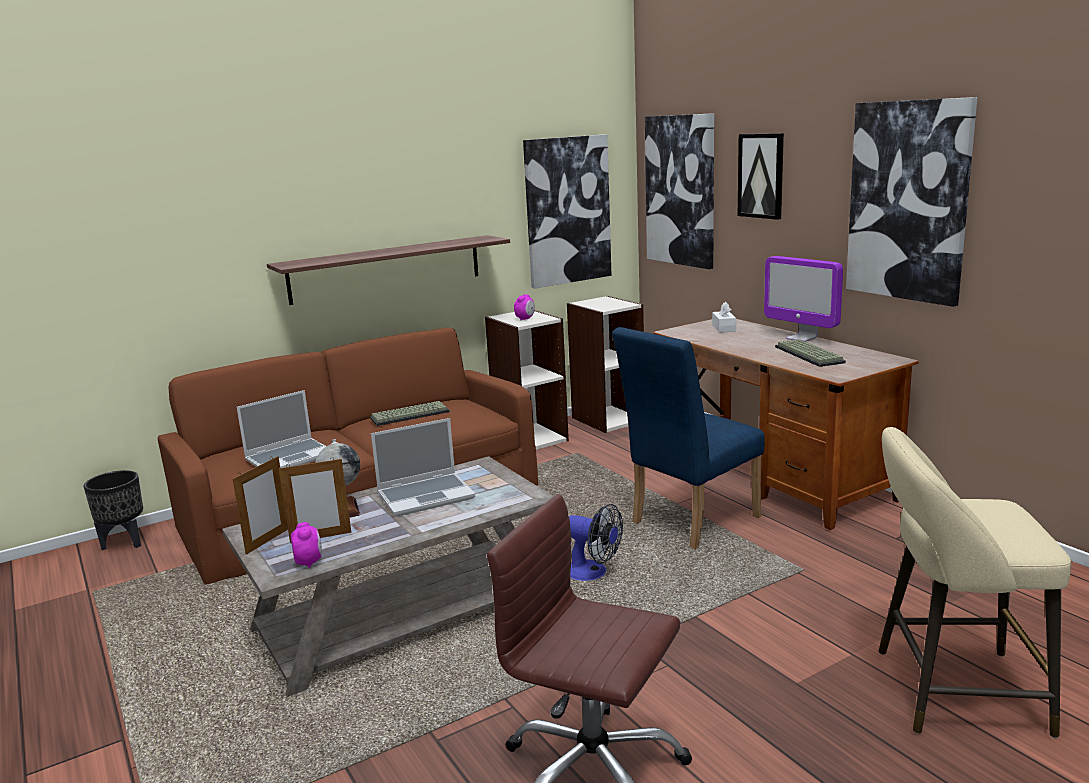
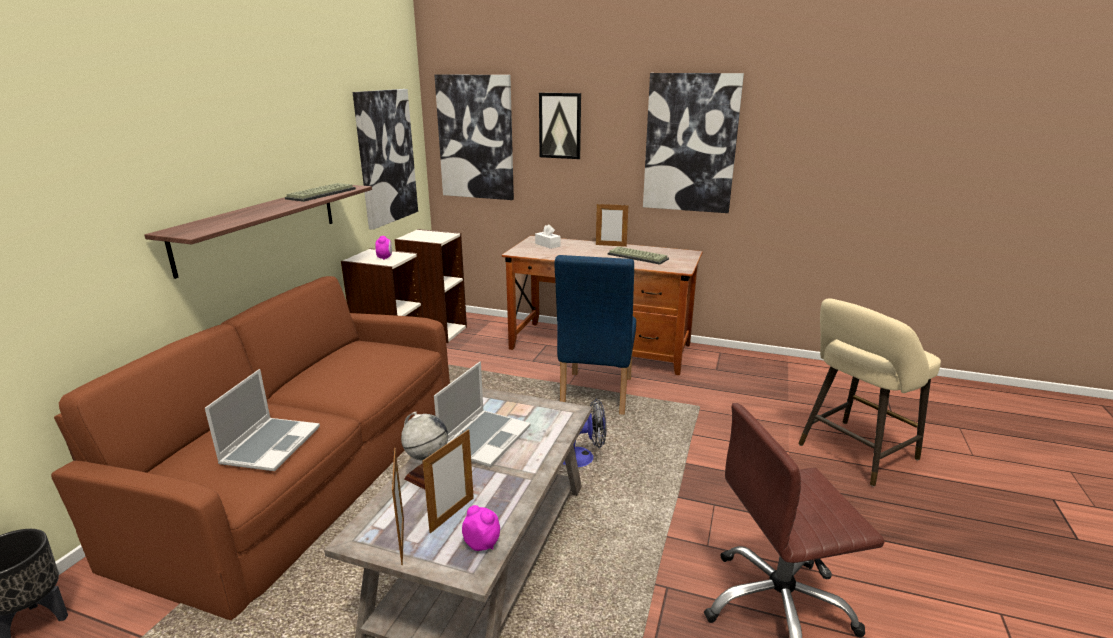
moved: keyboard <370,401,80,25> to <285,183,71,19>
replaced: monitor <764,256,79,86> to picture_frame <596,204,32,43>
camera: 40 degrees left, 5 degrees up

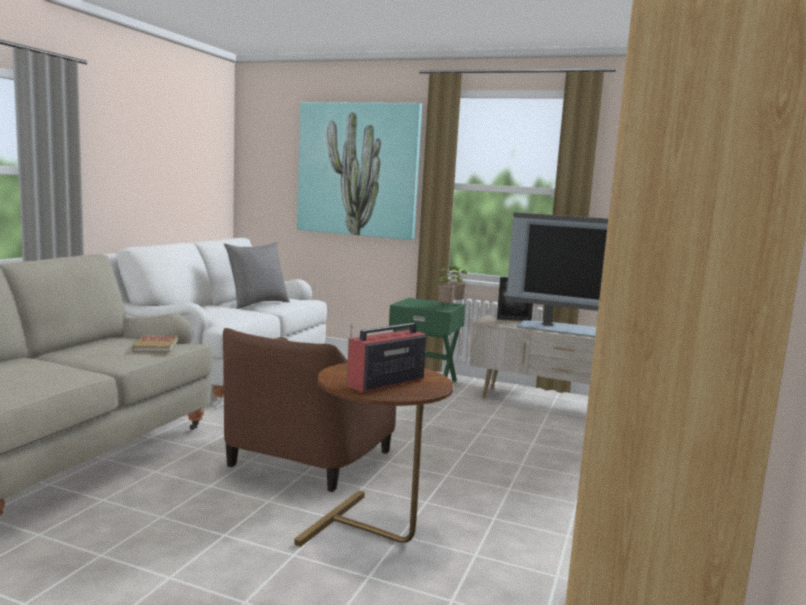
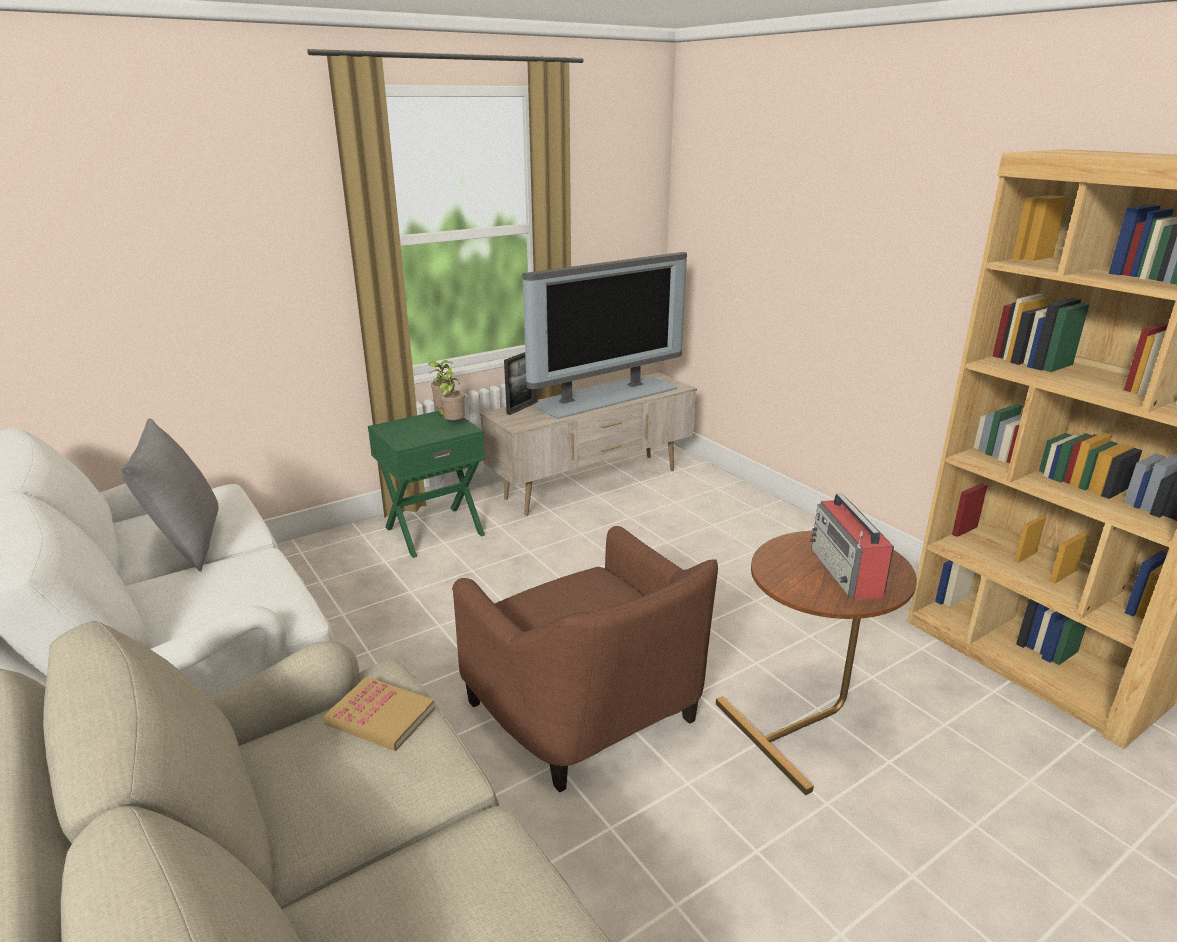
removed: picture <297,102,125,138>
camera: 55 degrees left, 15 degrees up

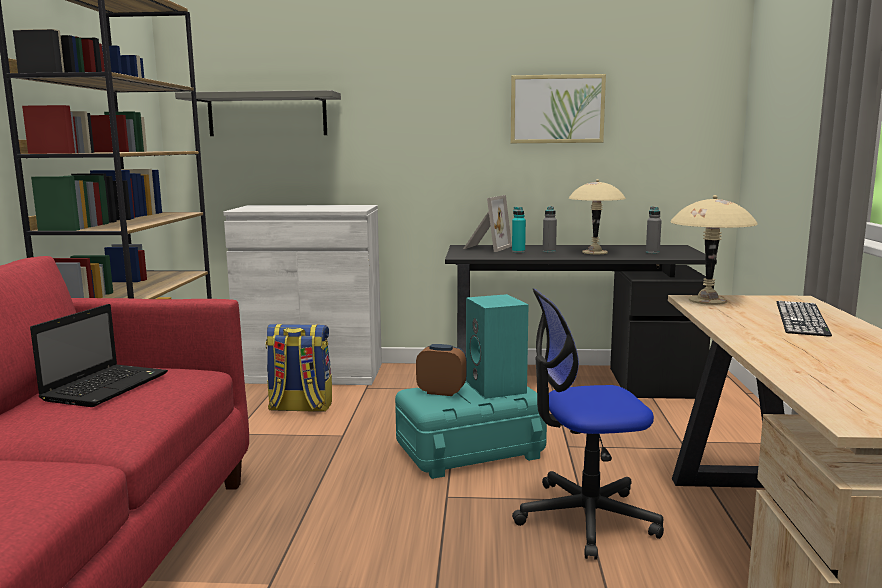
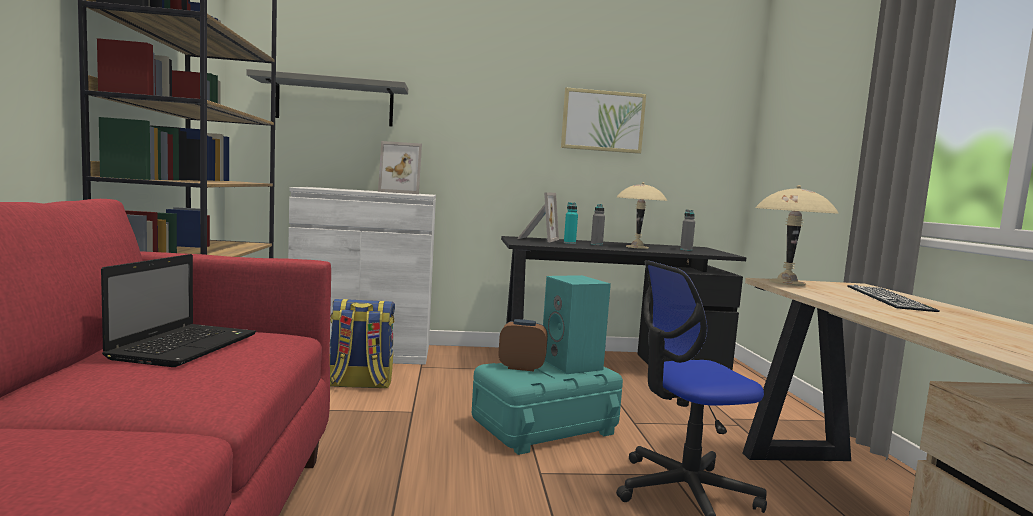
added: picture_frame <378,141,44,53>
camera: 10 degrees left, 5 degrees down

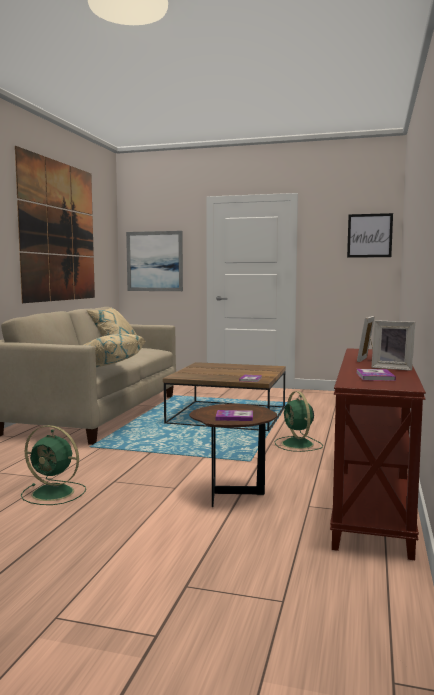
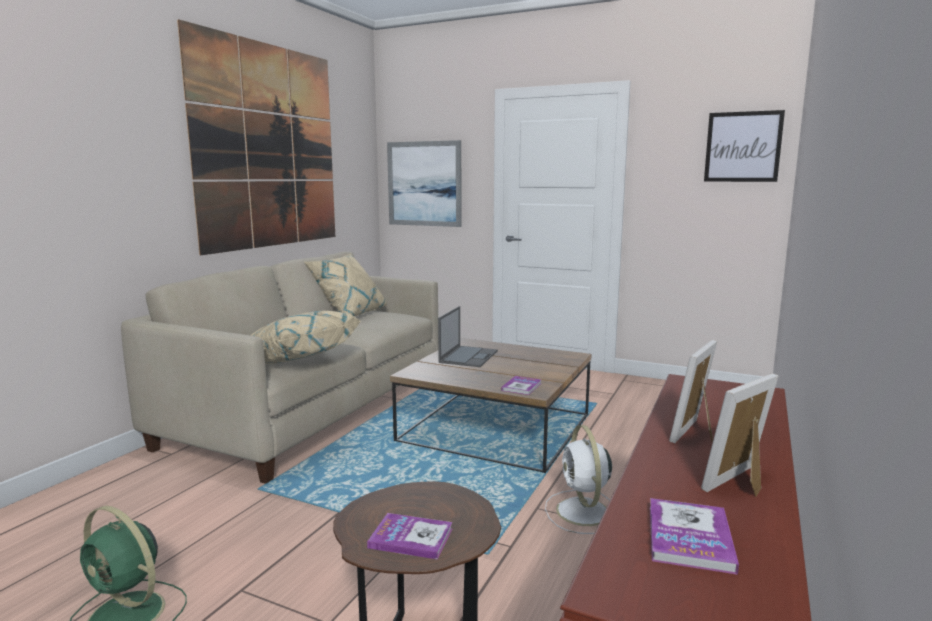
added: laptop <438,306,60,61>
recoloured: green_fan <275,391,48,61> to white_fan <545,425,67,109>
turned: picture_frame <371,320,44,51> = <701,373,77,124> 105 degrees clockwise
camera: 10 degrees right, 5 degrees up

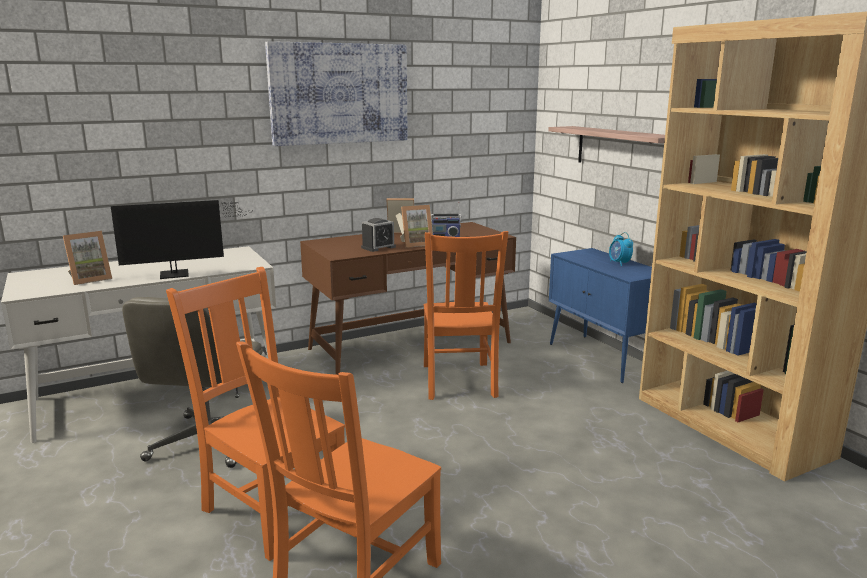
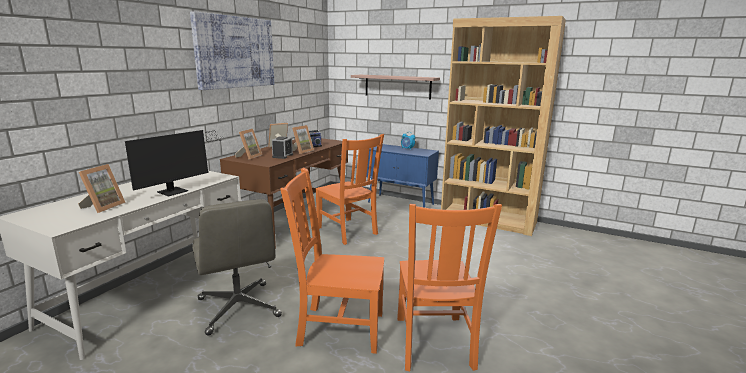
added: picture_frame <235,129,27,30>
camera: 35 degrees left, 0 degrees up

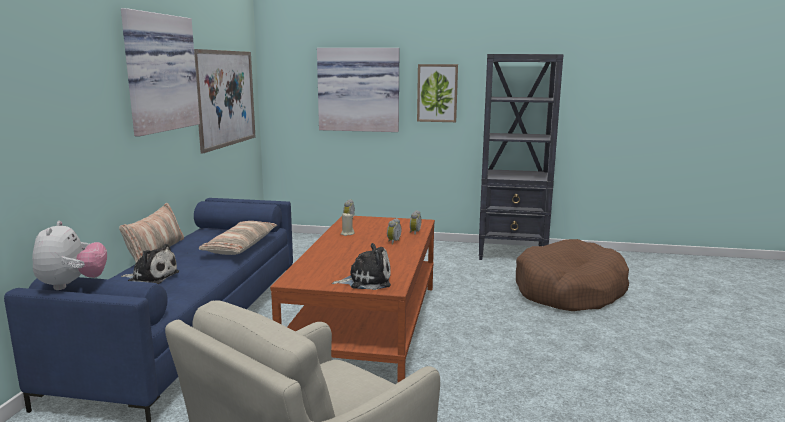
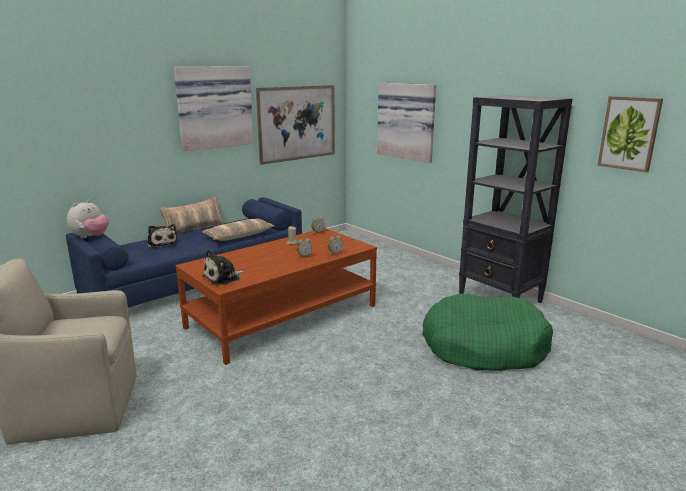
moved: picture <417,64,41,58> to <598,96,65,77>
recoloured: brown_dog_bed <516,239,113,72> to green_dog_bed <422,294,131,77>
turned: plush_toy <332,243,59,47> = <202,249,43,36> 105 degrees clockwise
camera: 40 degrees right, 5 degrees up

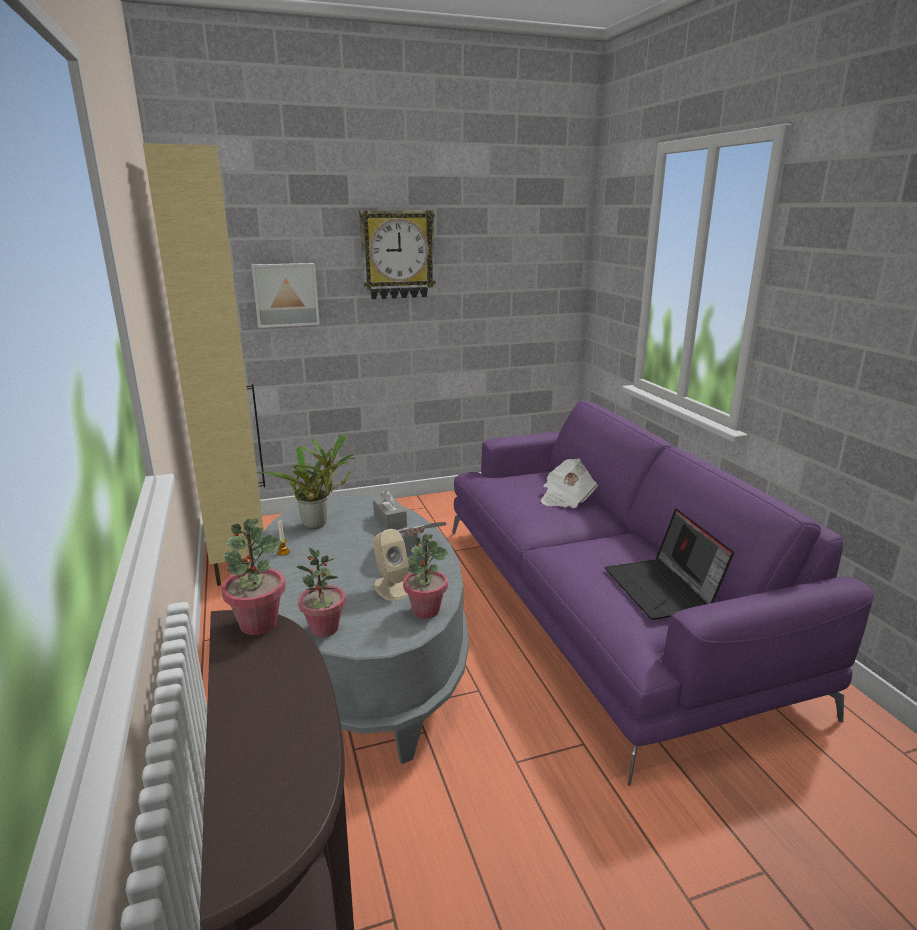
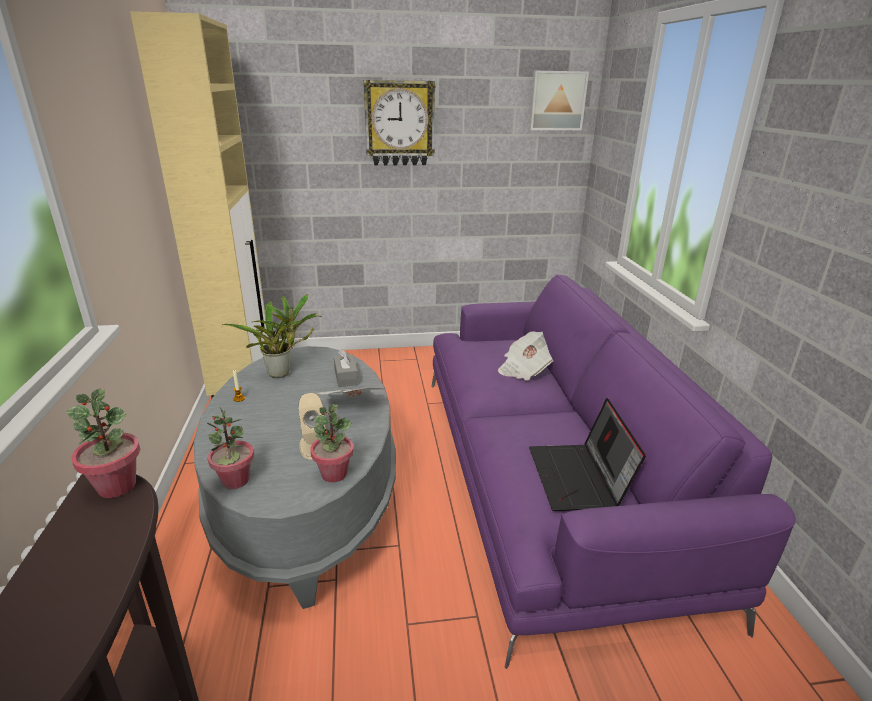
moved: picture <251,263,69,65> to <529,71,60,59>
camera: 10 degrees right, 5 degrees up

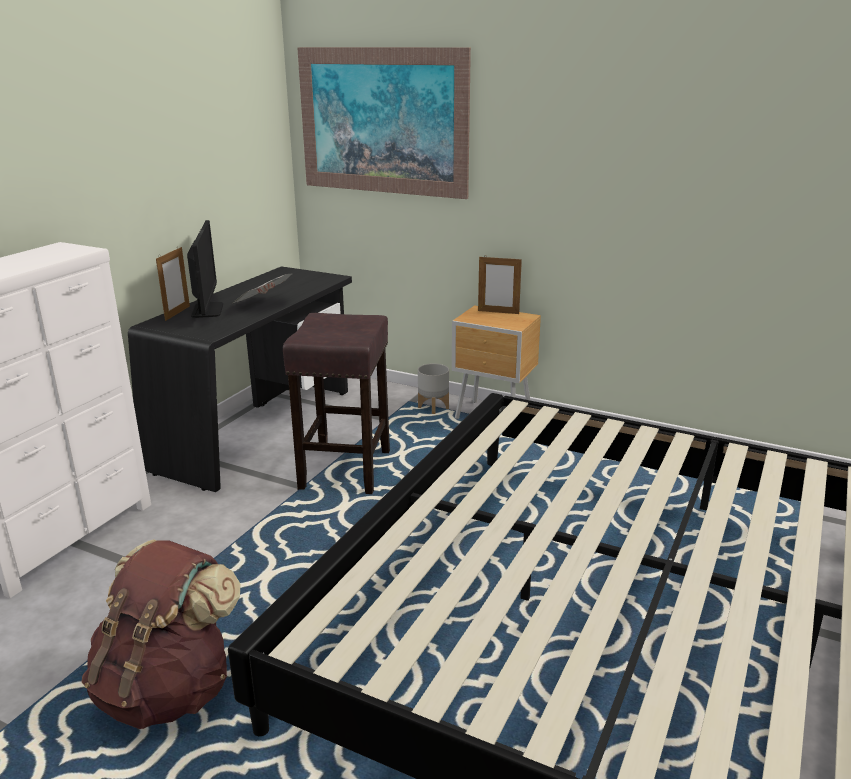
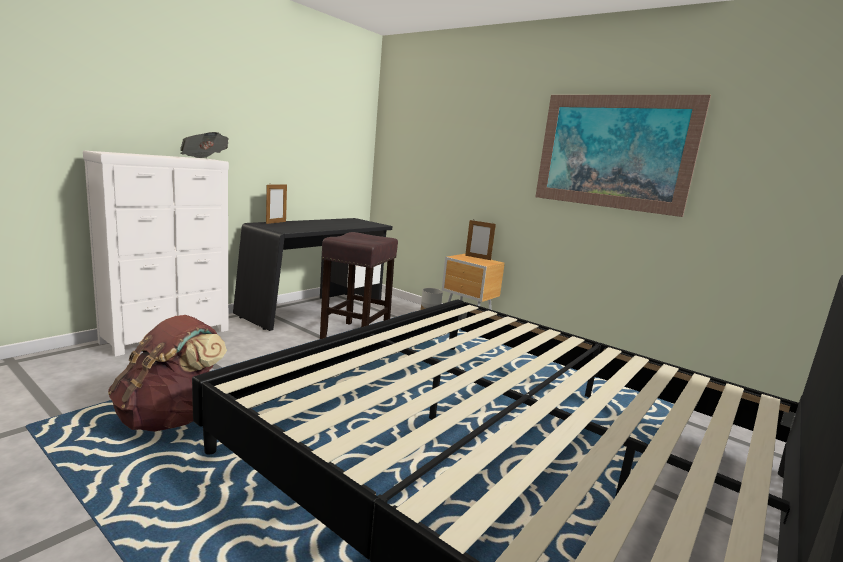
removed: monitor <187,220,36,98>
moved: newspaper <233,274,59,29> to <180,132,49,26>; picture <297,47,174,152> to <535,95,176,122>
camera: 10 degrees right, 10 degrees down

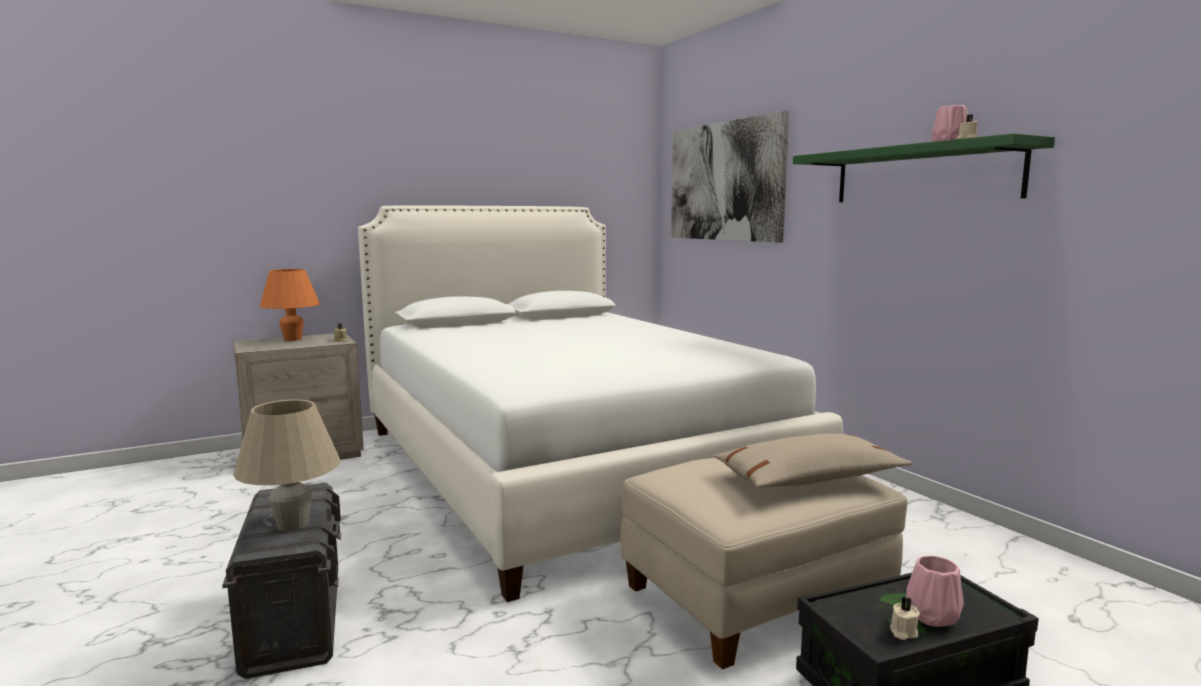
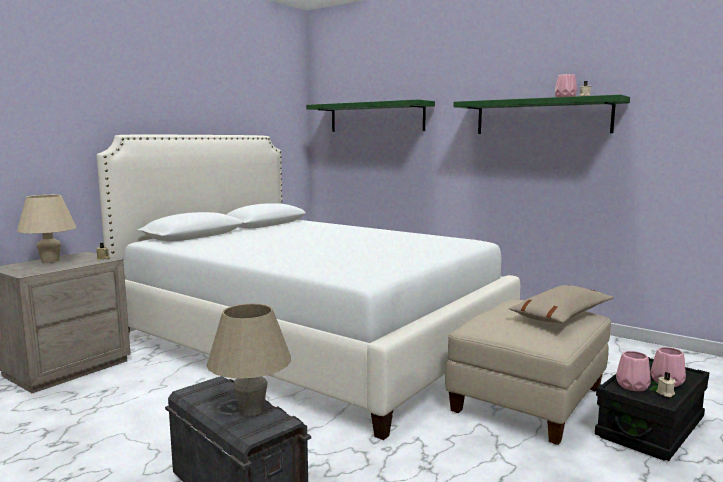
added: pink_vase <616,351,35,40>
replaced: picture <671,111,118,132> to green_shelf <306,100,129,32>
recoloured: orange_table_lamp <260,269,60,72> to beige_table_lamp <17,195,59,68>
camera: 25 degrees left, 0 degrees up

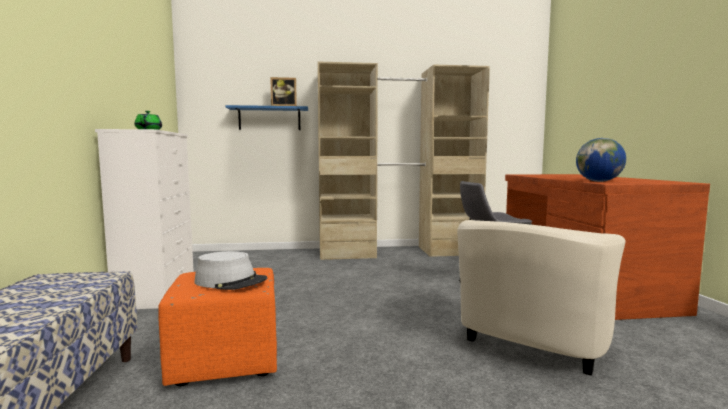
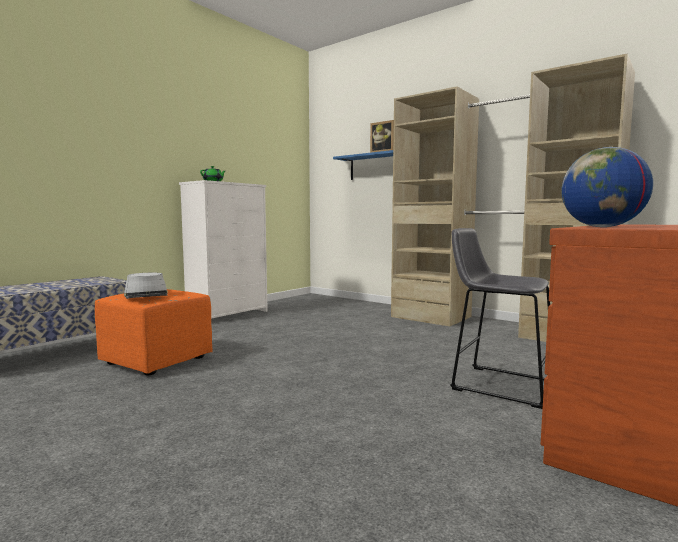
removed: beige_armchair <457,220,169,156>
camera: 45 degrees right, 0 degrees up

